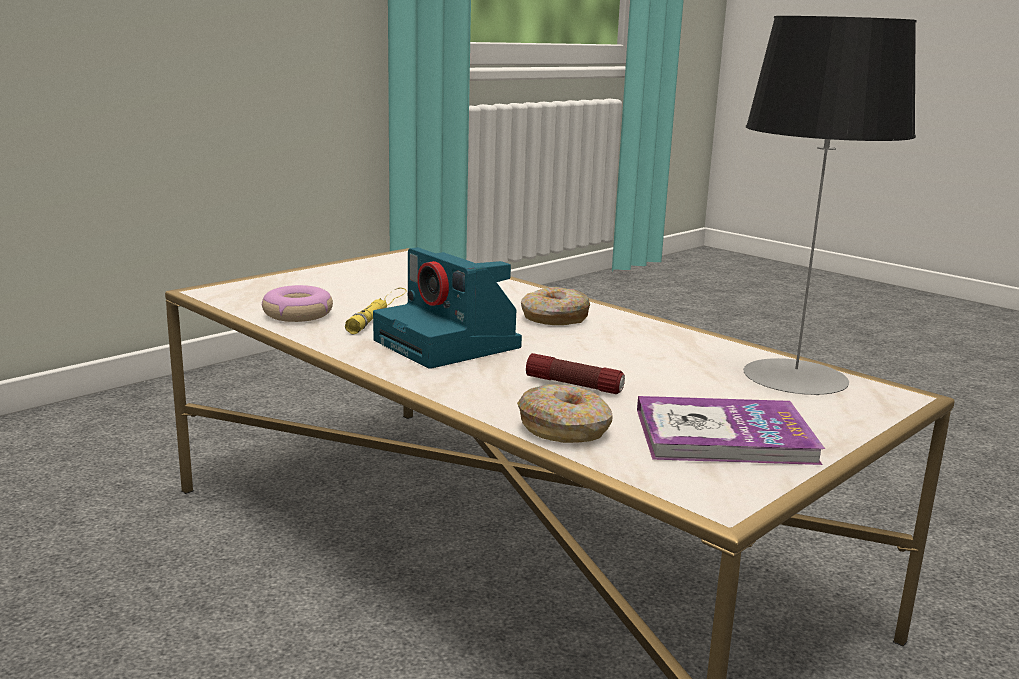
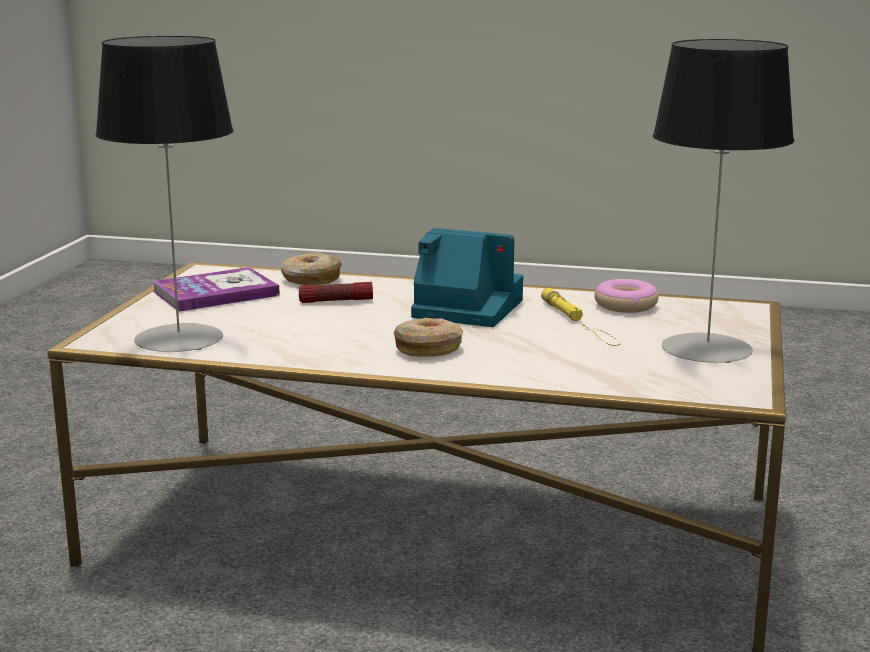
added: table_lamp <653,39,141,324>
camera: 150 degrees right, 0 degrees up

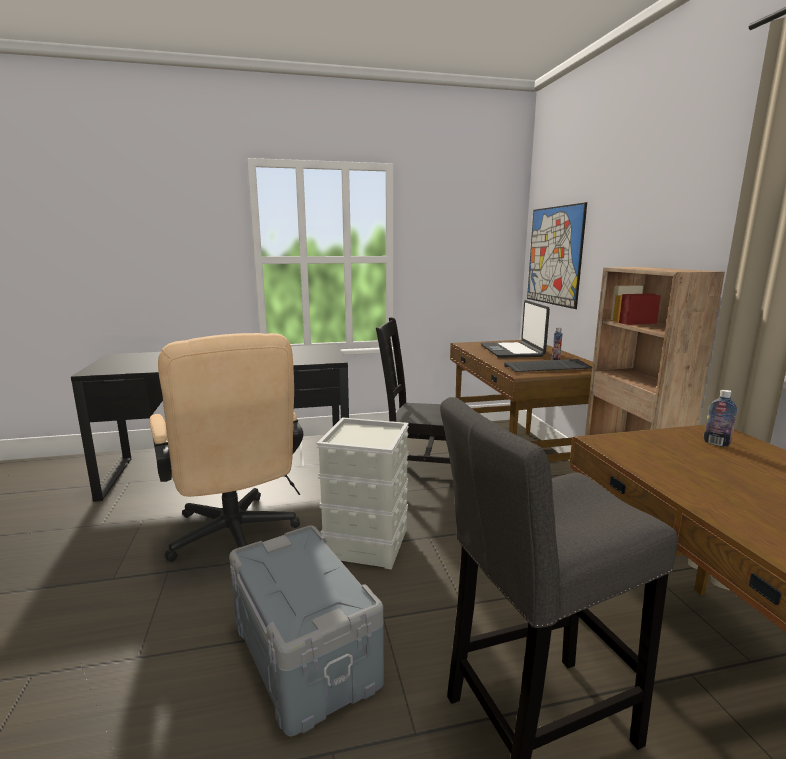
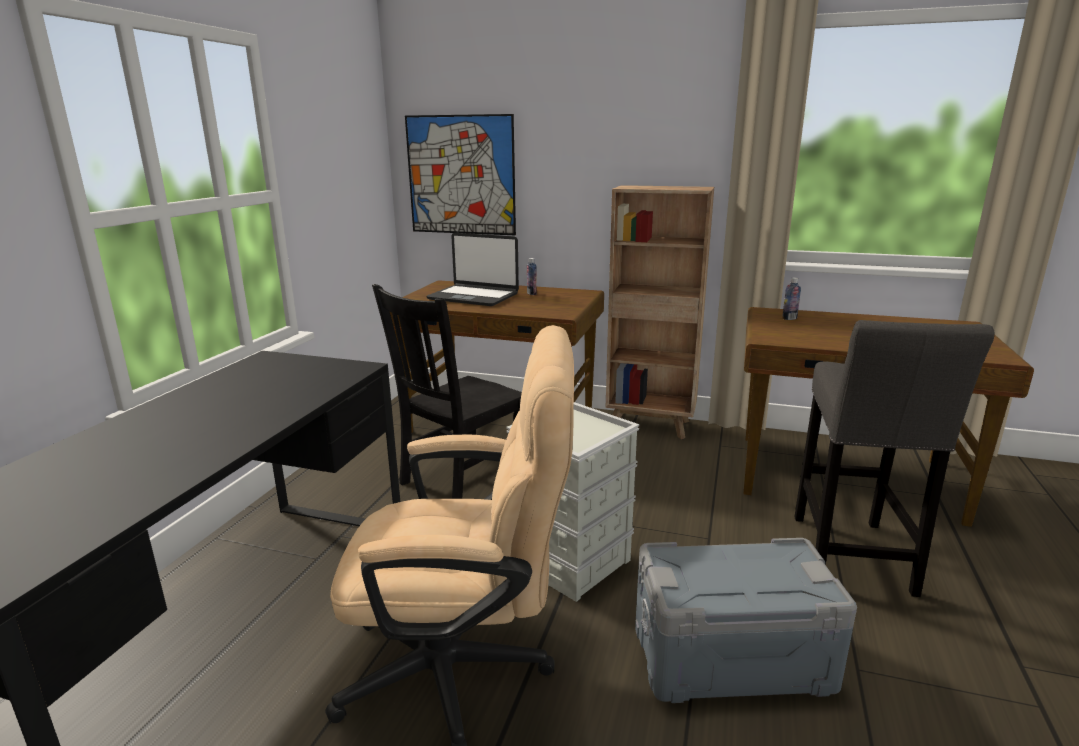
removed: keyboard <504,359,88,13>
camera: 60 degrees left, 5 degrees up

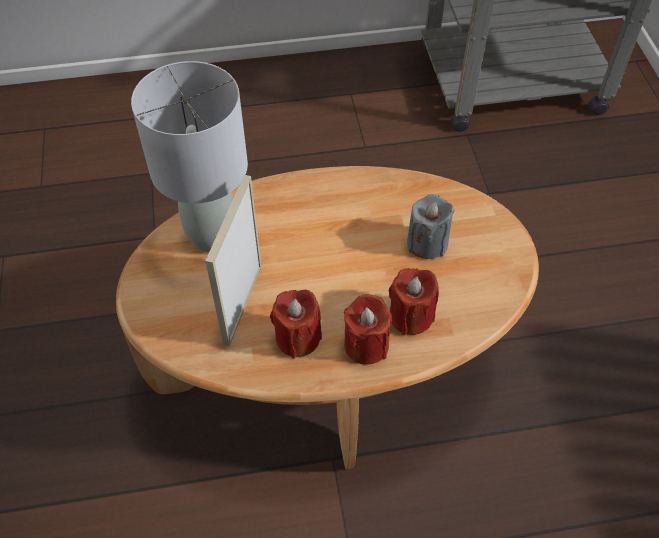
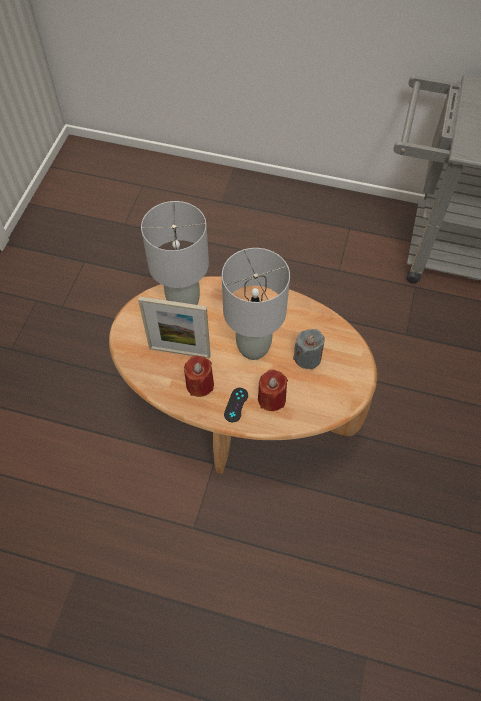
added: grey_table_lamp <222,248,68,112>
replaced: red_candle <344,294,48,71> to black_game_controller <224,388,24,34>
turned: picture_frame <205,175,57,172> = <138,296,73,63> 120 degrees counterclockwise
camera: 25 degrees right, 5 degrees up

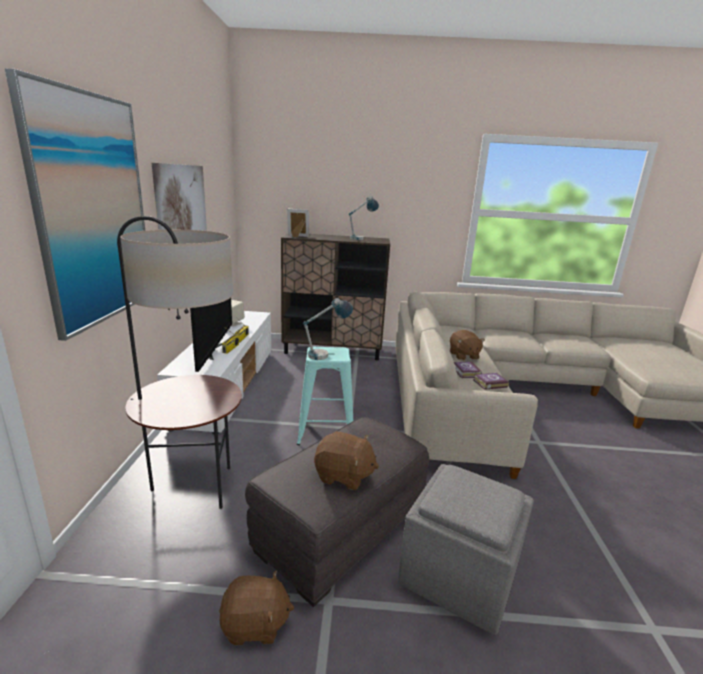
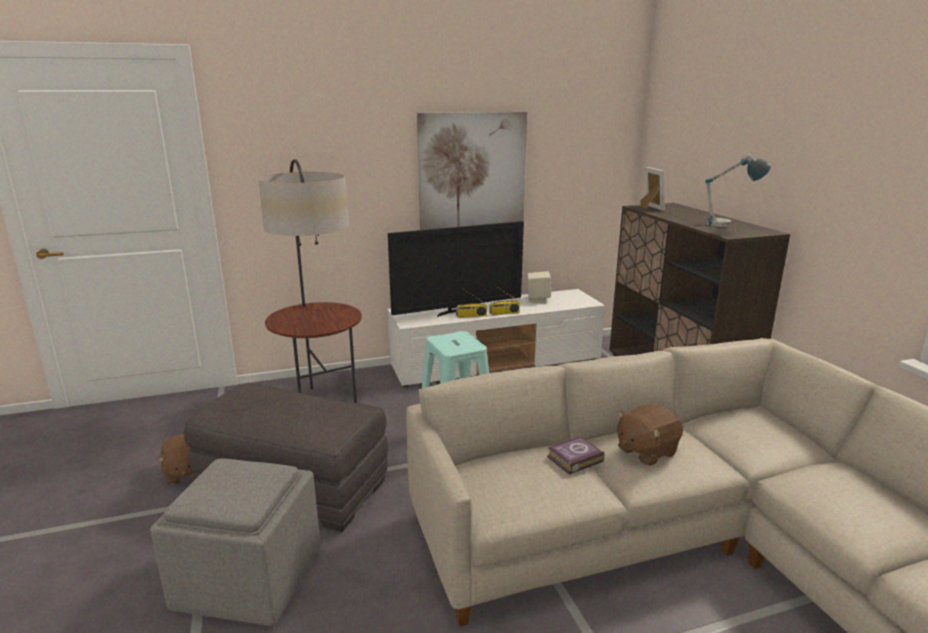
removed: picture <5,68,140,273>; table_lamp <303,298,50,62>; brown_plush_toy <314,431,65,59>; book <473,373,36,17>
camera: 70 degrees right, 0 degrees up

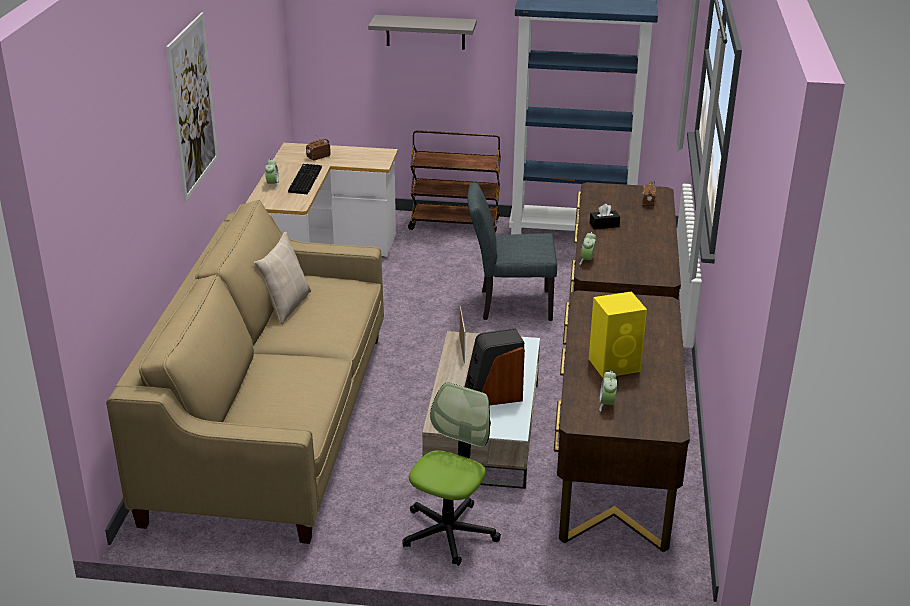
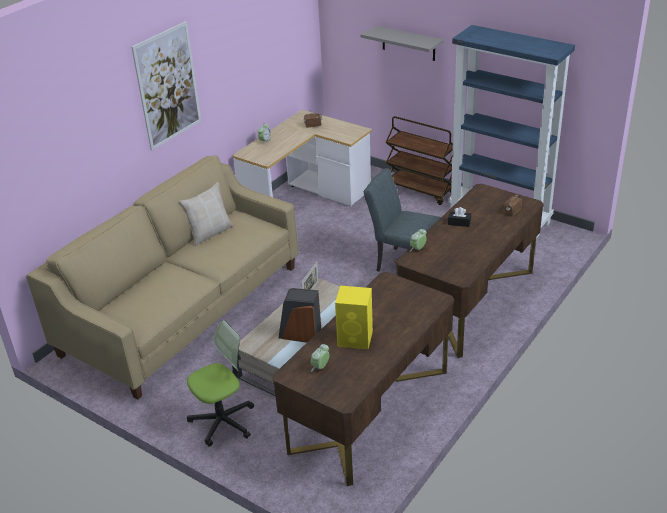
removed: keyboard <288,164,34,30>
camera: 30 degrees right, 5 degrees up

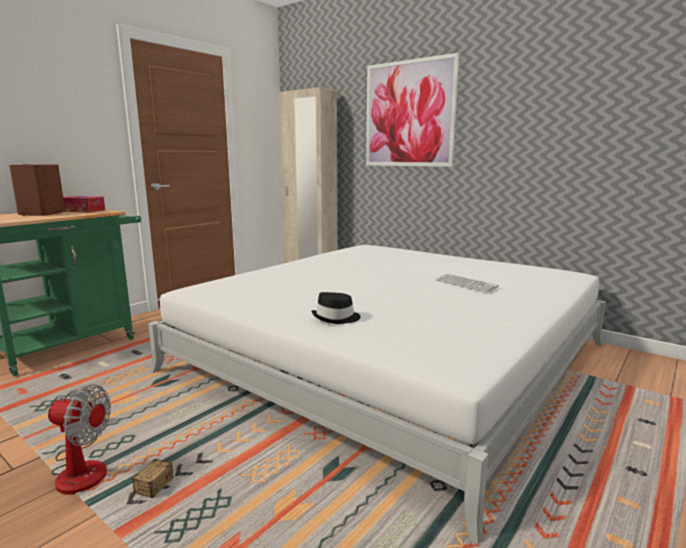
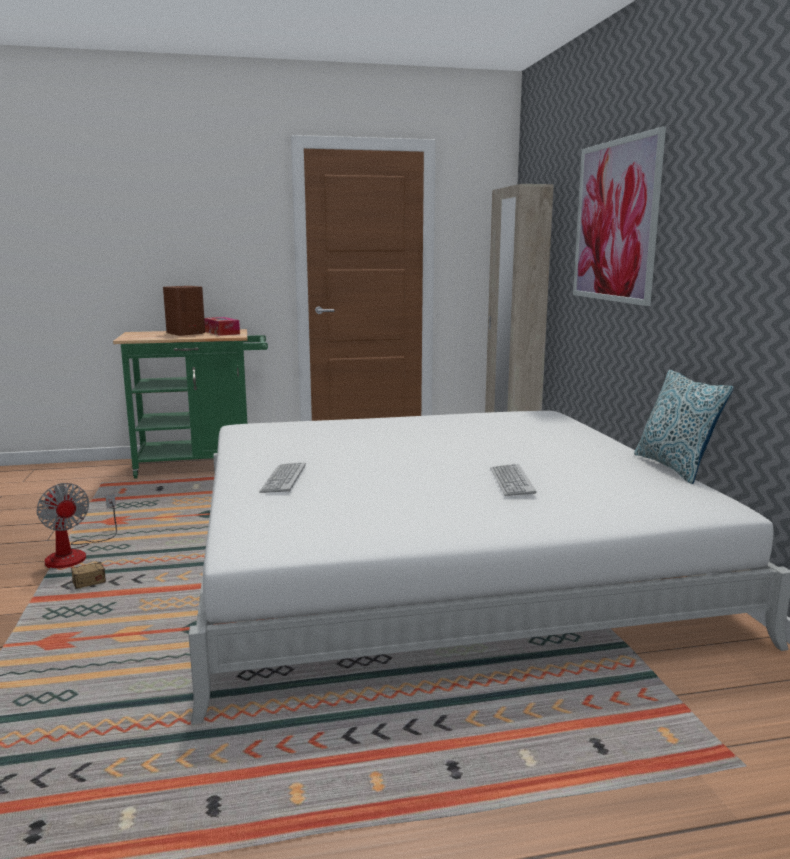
added: pillow <634,370,100,114>
replaced: black_hat <311,292,50,32> to keyboard <259,462,47,31>
camera: 40 degrees right, 0 degrees up

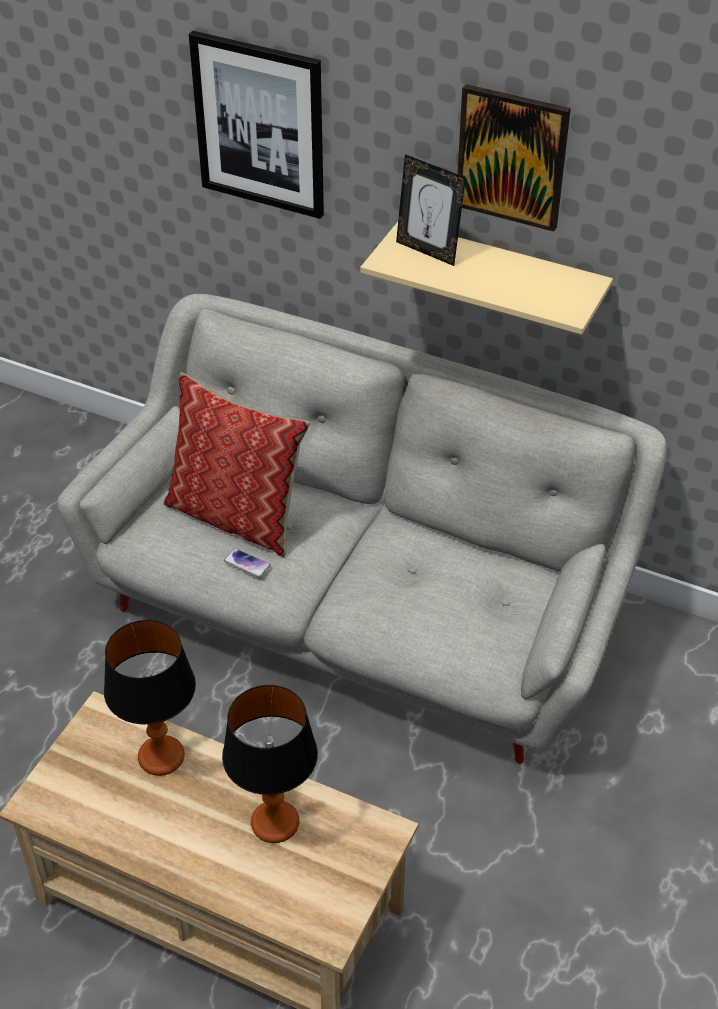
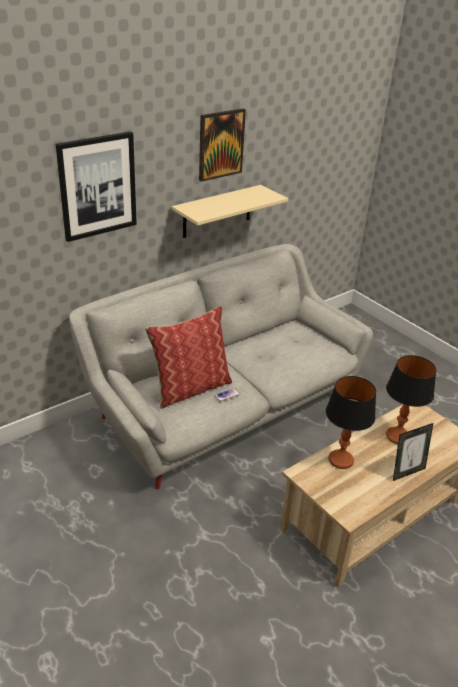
moved: picture_frame <396,154,70,112> to <393,423,40,58>
camera: 65 degrees left, 10 degrees down

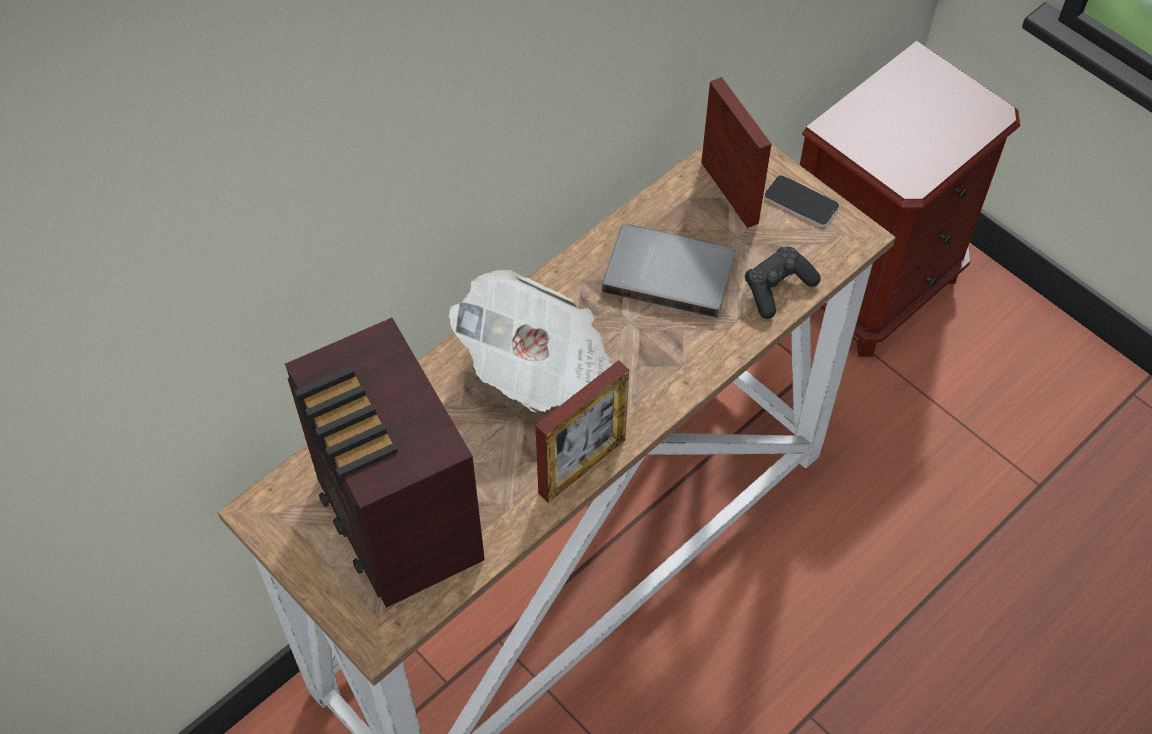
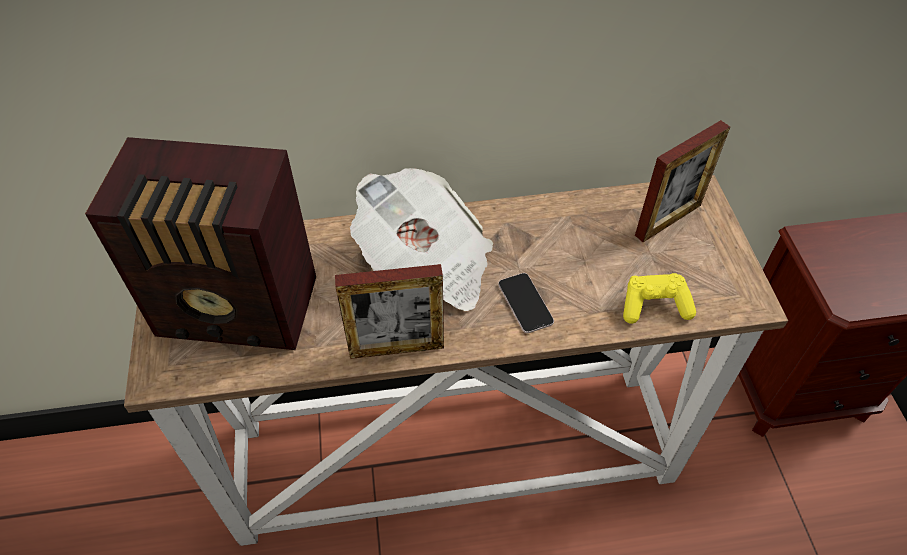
removed: grey_book <602,224,133,94>
moved: phone <764,175,76,52> to <498,273,56,60>
recoloured: black_game_controller <745,247,76,72> to yellow_game_controller <623,273,73,51>
turned: radio <285,318,200,290> = <85,137,231,213> 90 degrees counterclockwise; picture_frame <701,77,71,151> = <635,120,95,122> 45 degrees clockwise
camera: 35 degrees right, 5 degrees down

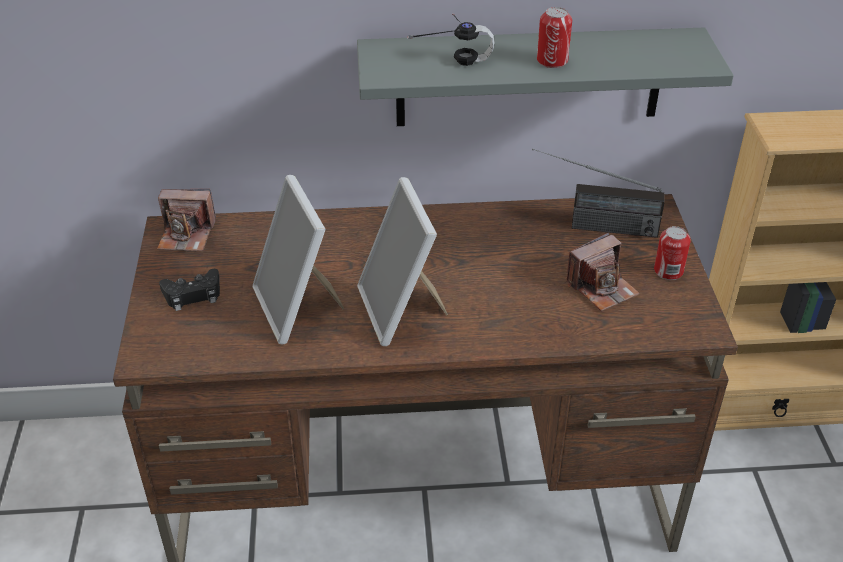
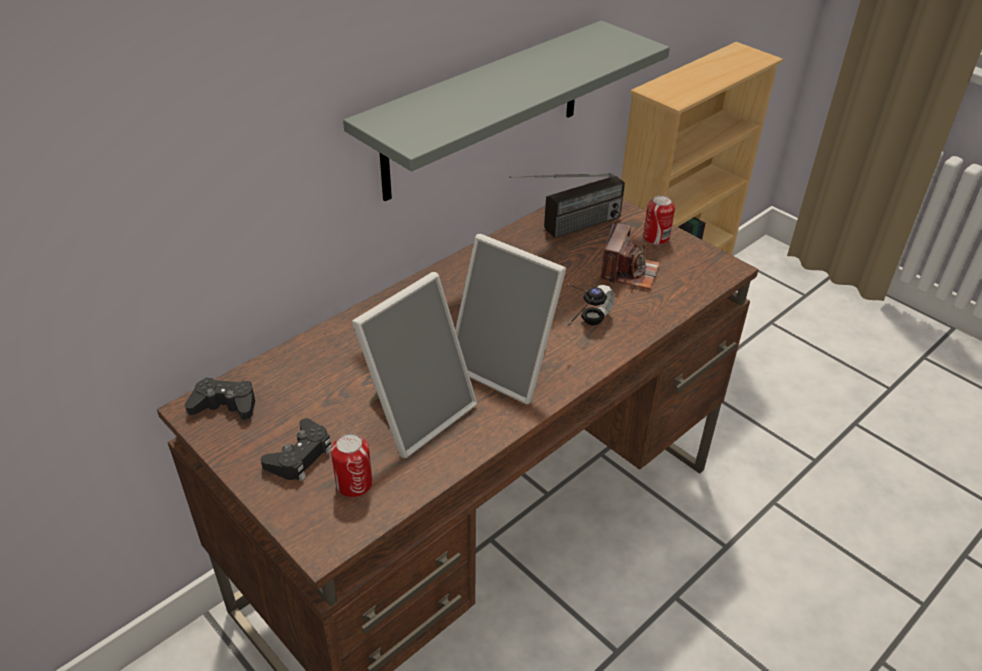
moved: can <537,7,35,61> to <331,433,42,64>; headphones <407,14,88,52> to <567,284,48,42>
replaced: photo_camera <157,189,59,63> to black_game_controller <185,378,70,42>
turned: picture_frame <252,175,92,170> = <352,272,125,186> 75 degrees counterclockwise
camera: 40 degrees left, 0 degrees up

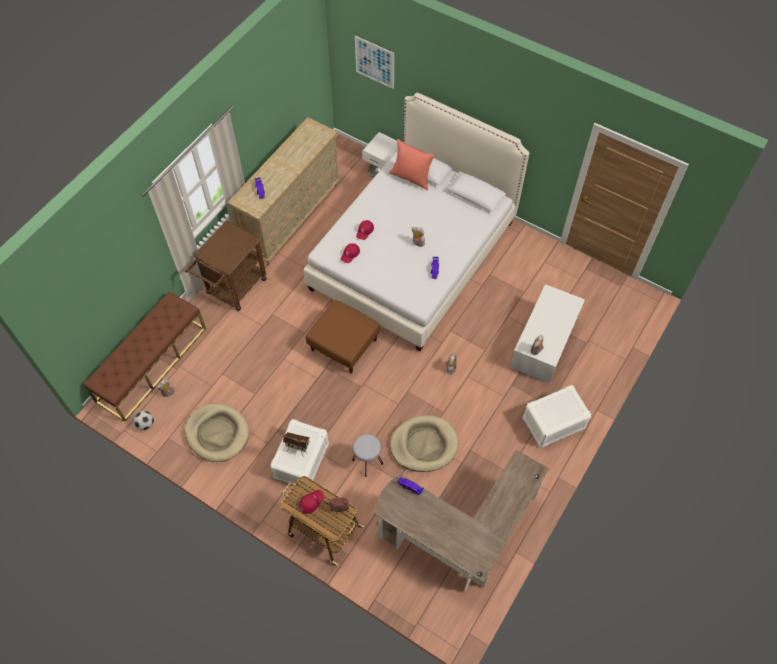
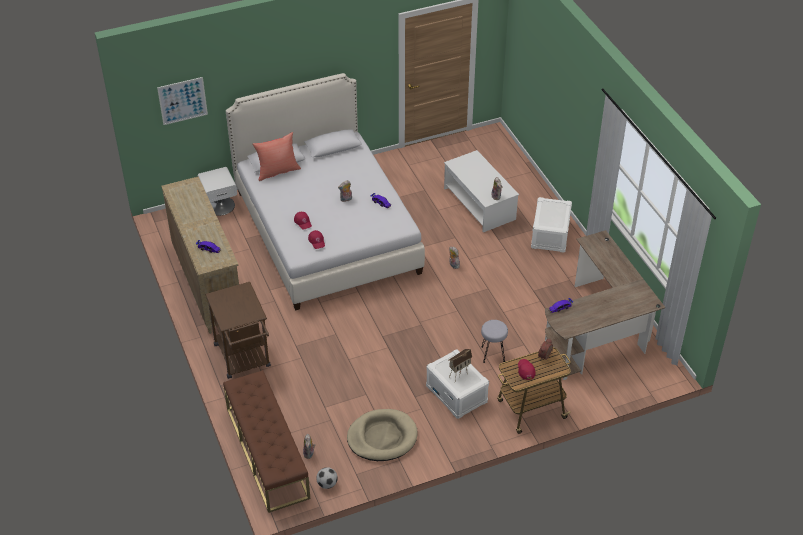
removed: brown_ottoman <306,300,74,74>; beige_dog_bed <390,415,68,57>
camera: 55 degrees left, 15 degrees down

